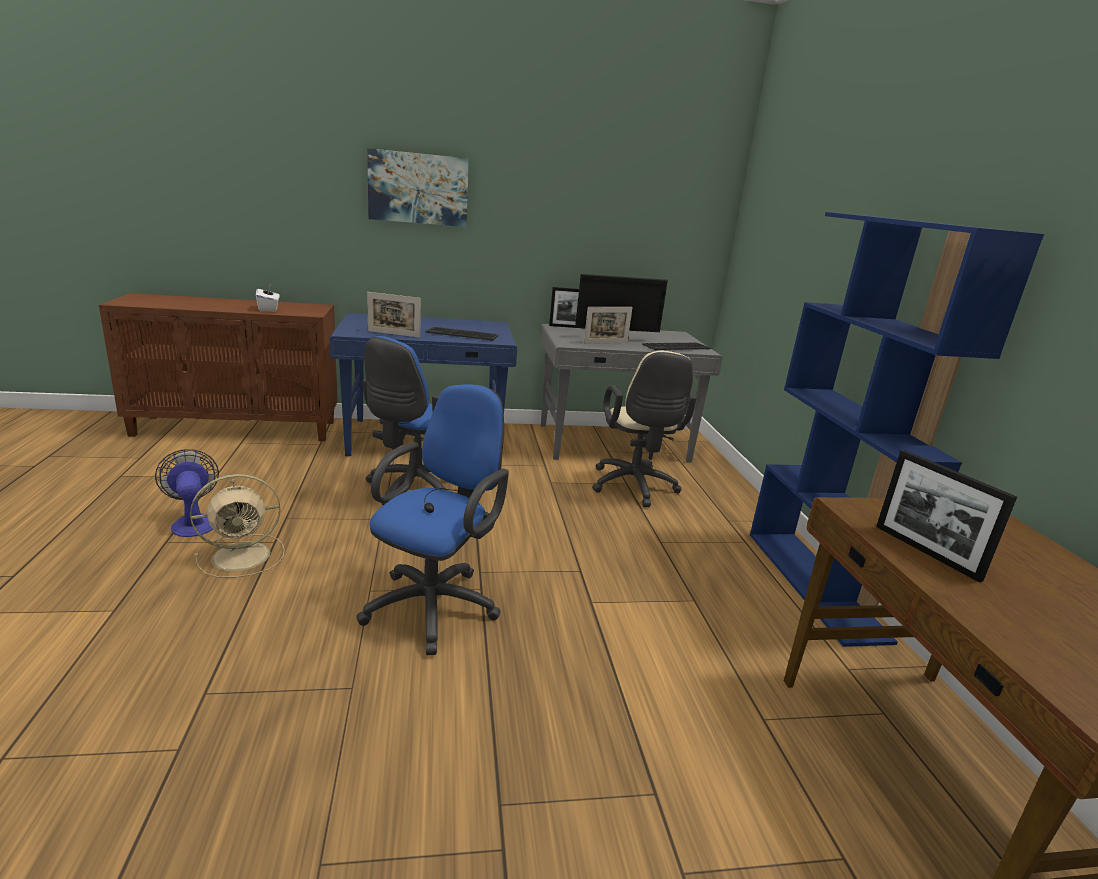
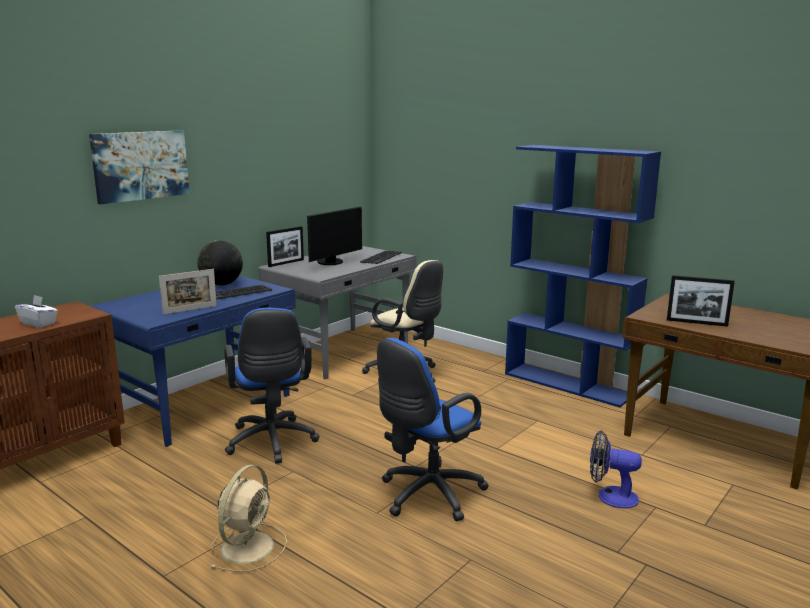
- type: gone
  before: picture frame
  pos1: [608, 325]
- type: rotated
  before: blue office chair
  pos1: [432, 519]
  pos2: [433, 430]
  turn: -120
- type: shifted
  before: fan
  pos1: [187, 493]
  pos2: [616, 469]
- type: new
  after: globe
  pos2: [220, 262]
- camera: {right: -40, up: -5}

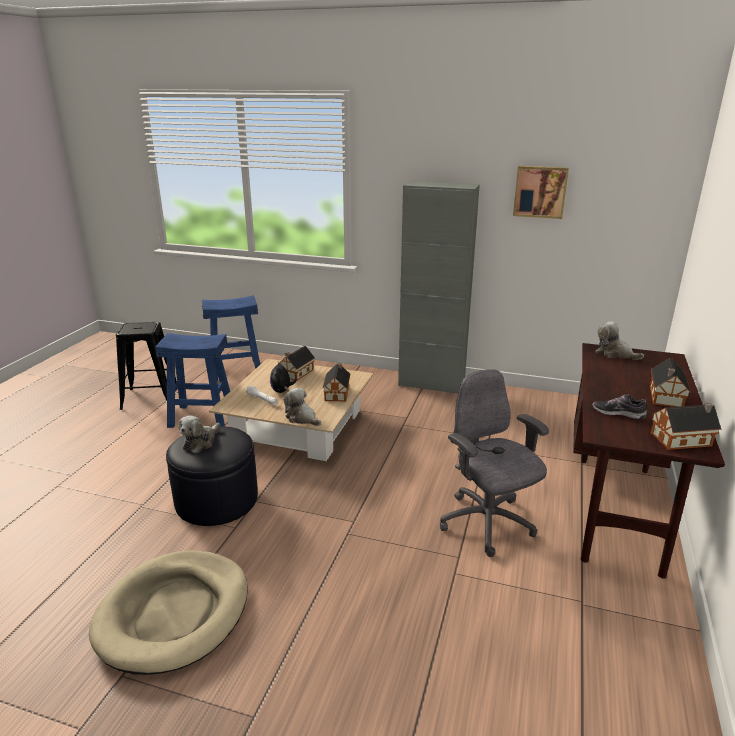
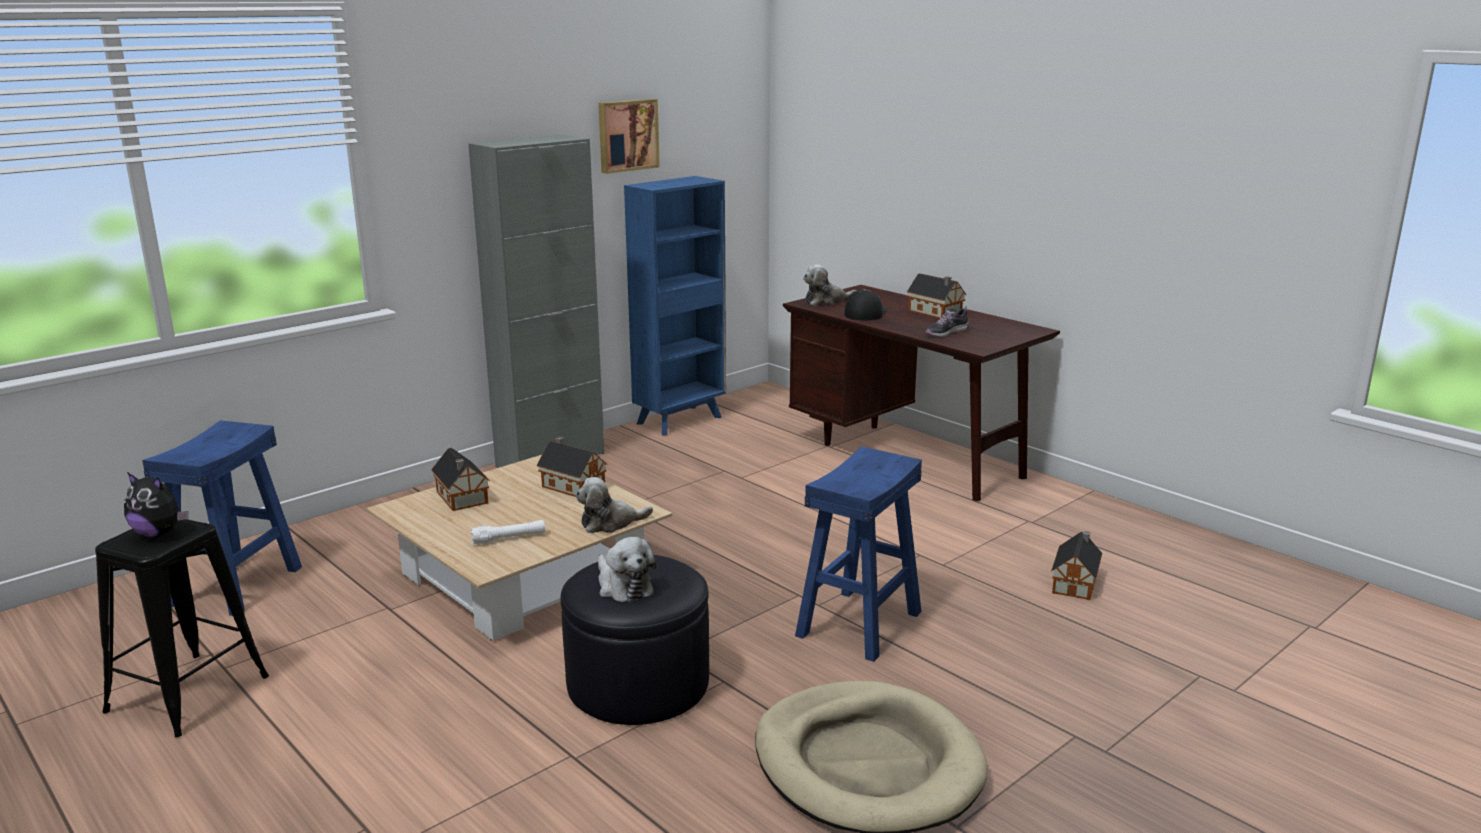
- type: shifted
  before: blue stool
  pos1: [192, 380]
  pos2: [858, 554]
- type: shifted
  before: plush toy
  pos1: [283, 377]
  pos2: [156, 504]
- type: gone
  before: grey office chair
  pos1: [494, 463]
- type: shifted
  before: toy house
  pos1: [686, 426]
  pos2: [1076, 565]
- type: new
  after: blue bookcase
  pos2: [675, 305]
- type: new
  after: cap
  pos2: [865, 305]
- camera: {right: -60, up: -5}

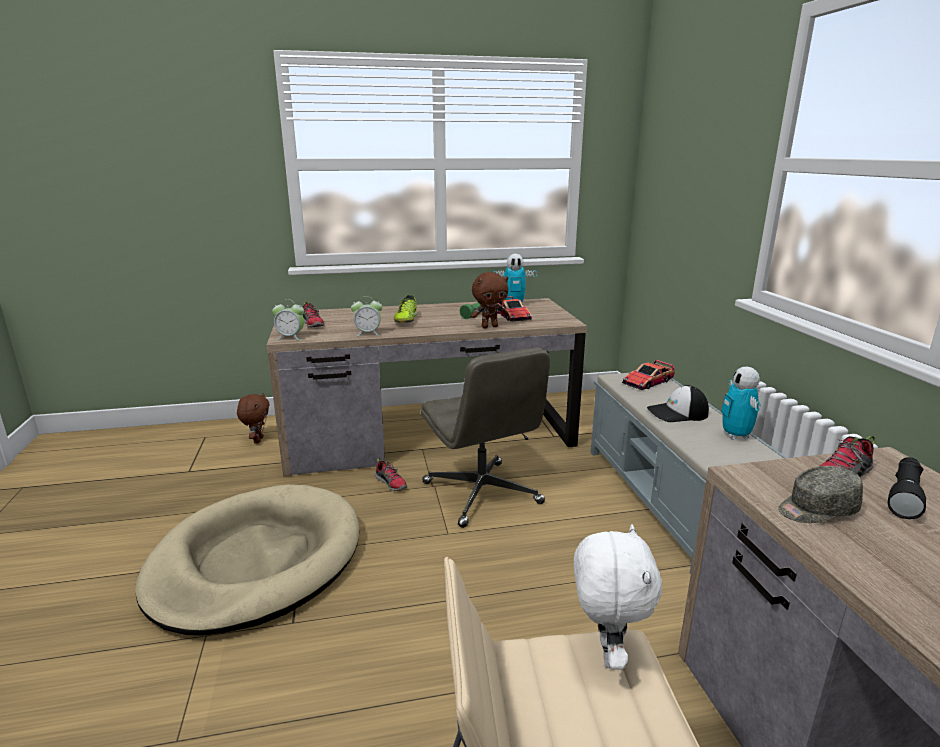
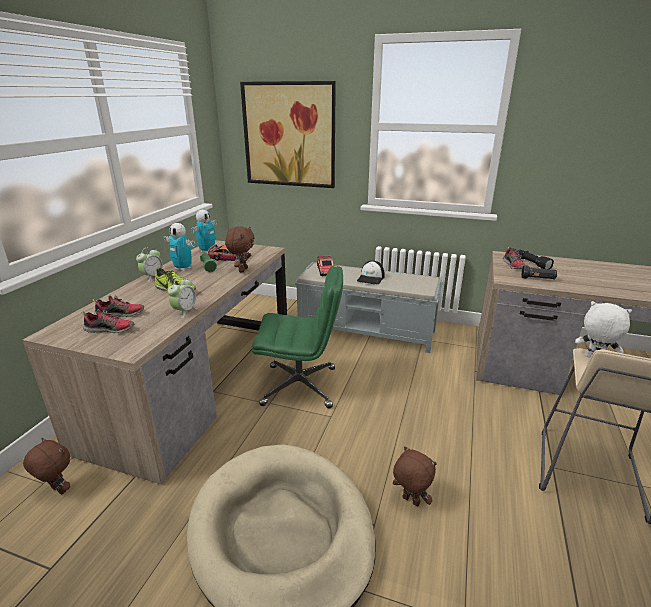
- type: shifted
  before: alarm clock
  pos1: [288, 319]
  pos2: [149, 264]
- type: repainted
  before: grey office chair
  after: green office chair
  pos1: [485, 437]
  pos2: [297, 337]
- type: shifted
  before: toy robot
  pos1: [741, 403]
  pos2: [179, 247]
- type: shifted
  before: shoe
  pos1: [391, 474]
  pos2: [118, 306]
- type: swapped
  before: grey cap
  after: black flashlight
  pos1: [820, 494]
  pos2: [539, 272]
- type: new
  after: picture
  pos2: [288, 134]
- type: new
  after: brown plush toy
  pos2: [415, 476]
- camera: {right: -60, up: 5}

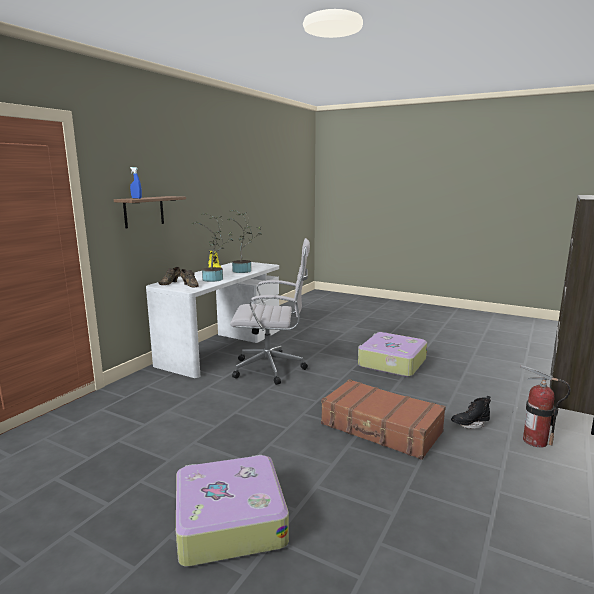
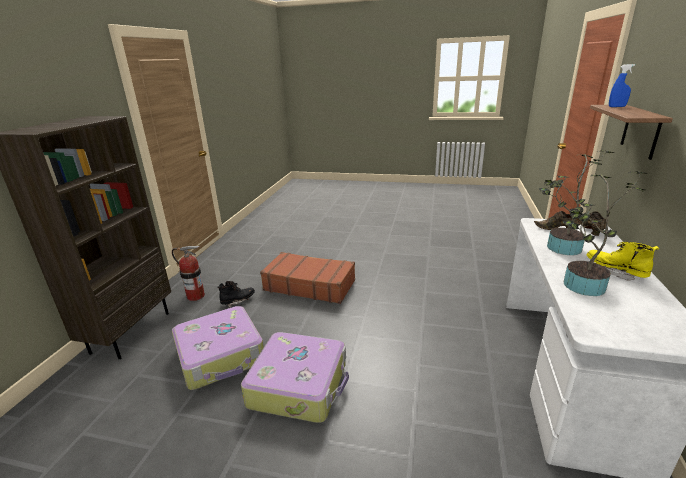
- type: gone
  before: white office chair
  pos1: [270, 311]
- type: shifted
  before: suitcase
  pos1: [232, 511]
  pos2: [218, 348]
- camera: {right: 165, up: 10}

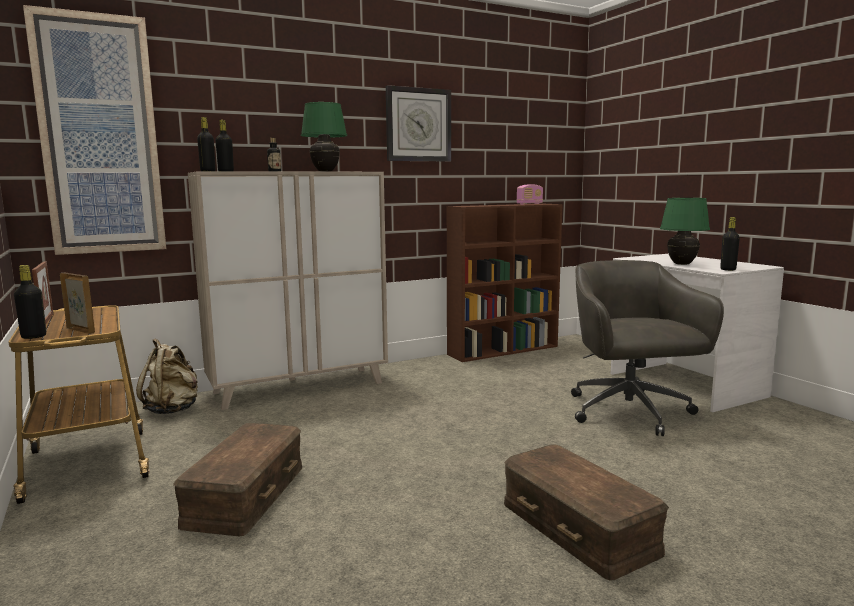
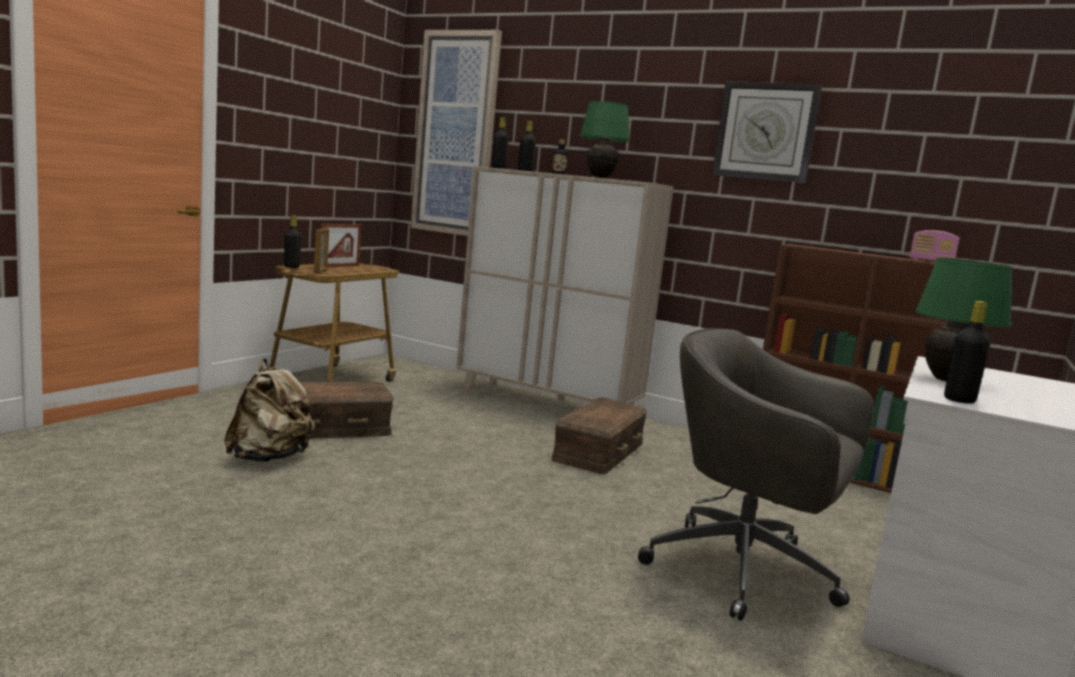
- type: rotated
  before: grey office chair
  pos1: [647, 348]
  pos2: [755, 474]
  turn: -105
- type: shifted
  before: beige backpack
  pos1: [167, 376]
  pos2: [269, 410]
- type: shifted
  before: brown storage box
  pos1: [586, 512]
  pos2: [599, 435]
- camera: {right: 55, up: 0}

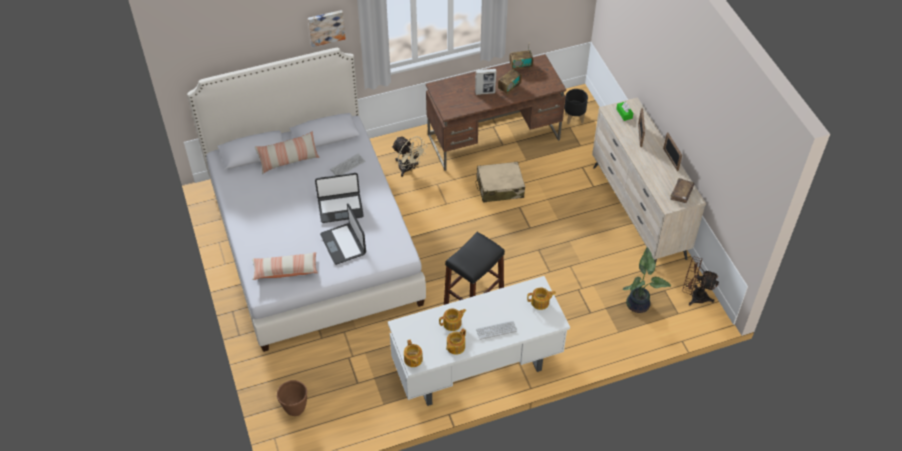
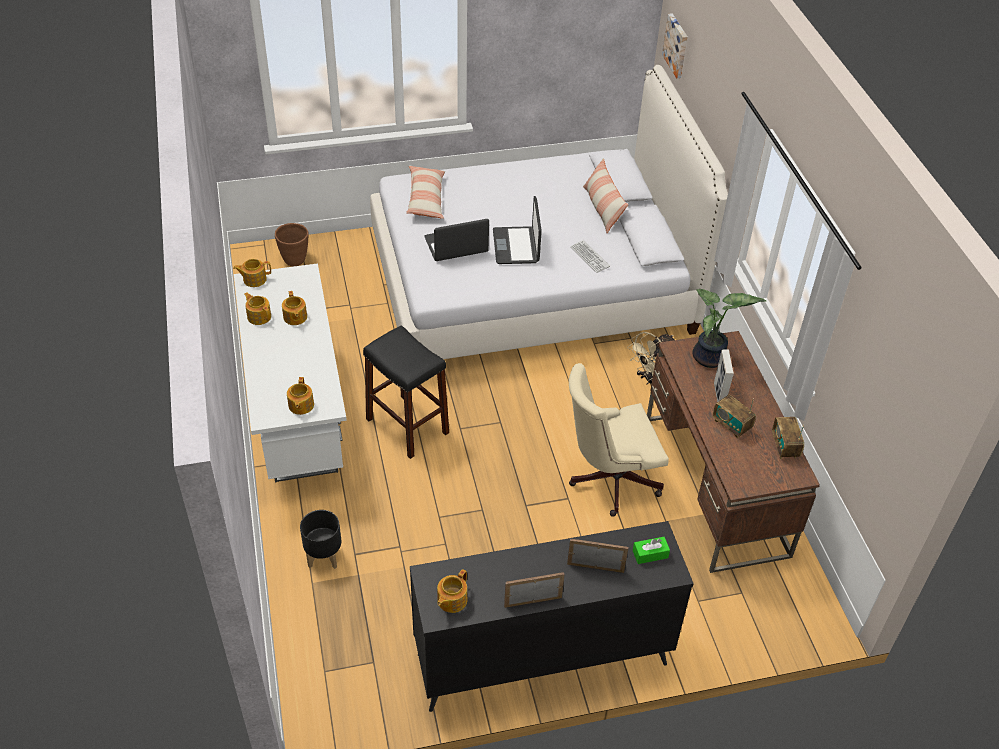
- type: shifted
  before: picture
  pos1: [327, 28]
  pos2: [675, 45]
- type: shifted
  before: black planter
  pos1: [576, 107]
  pos2: [320, 539]
- type: repainted
  before: beige dresser
  after: black dresser
  pos1: [649, 180]
  pos2: [552, 616]
- type: swapped
  before: beige suitcase
  after: beige office chair
  pos1: [500, 182]
  pos2: [619, 440]
- type: swapped
  before: brown book
  after: teapot
  pos1: [682, 190]
  pos2: [452, 591]
- type: shifted
  before: potted plant
  pos1: [647, 280]
  pos2: [729, 328]
- type: gone
  before: brown fan
  pos1: [700, 281]
- type: gone
  before: keyboard
  pos1: [496, 330]
- camera: {right: 95, up: -5}

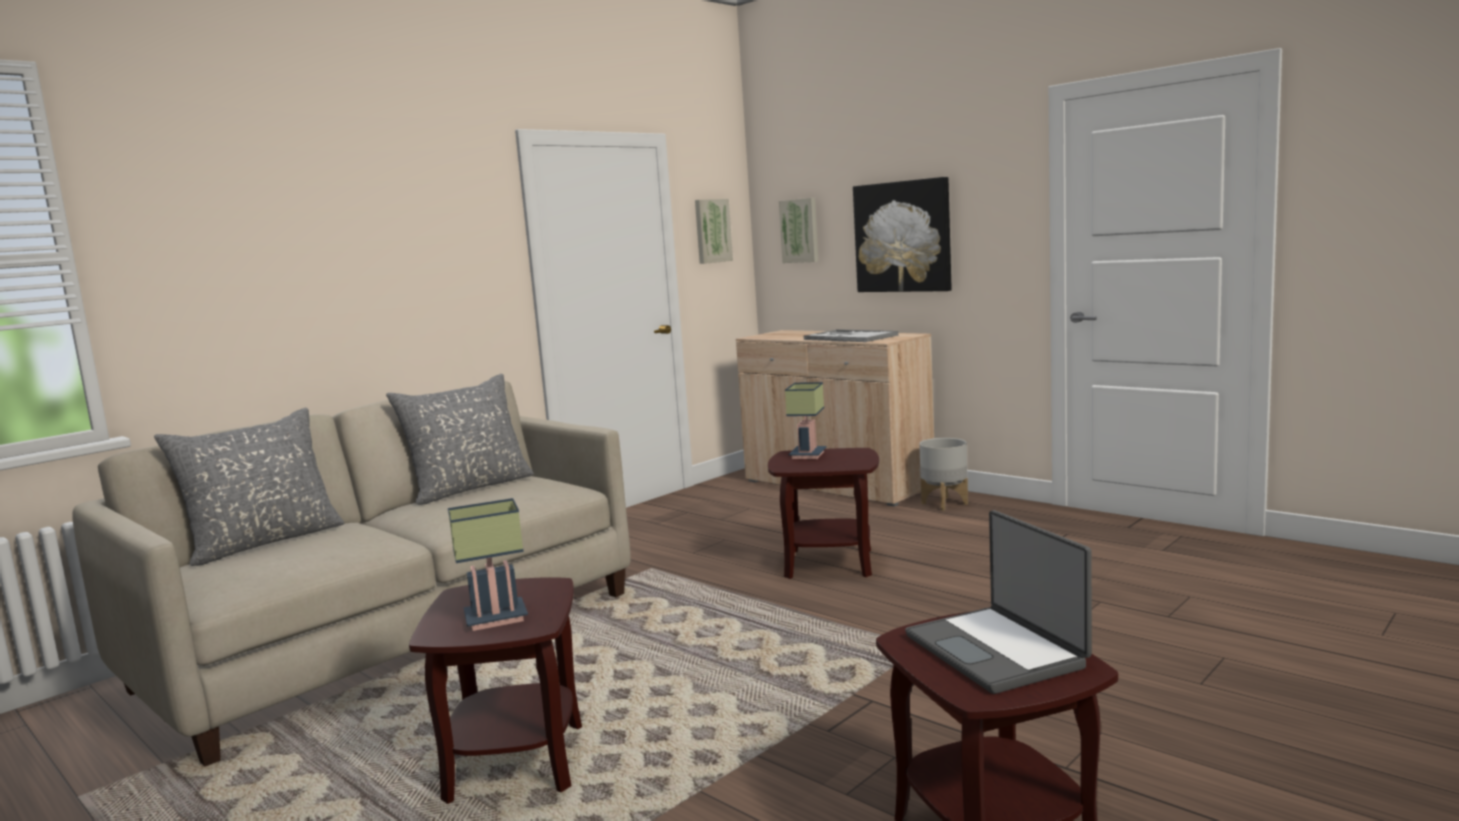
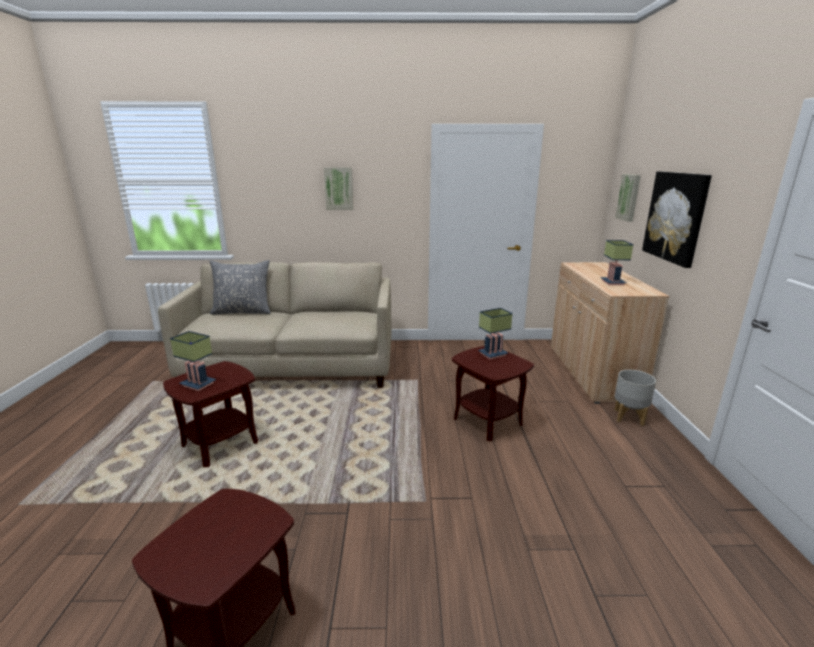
- type: shifted
  before: picture
  pos1: [714, 231]
  pos2: [339, 188]
- type: swapped
  before: tray
  after: table lamp
  pos1: [850, 335]
  pos2: [617, 262]
- type: gone
  before: grey pillow
  pos1: [460, 439]
- type: gone
  before: laptop
  pos1: [998, 602]
- camera: {right: 45, up: 10}

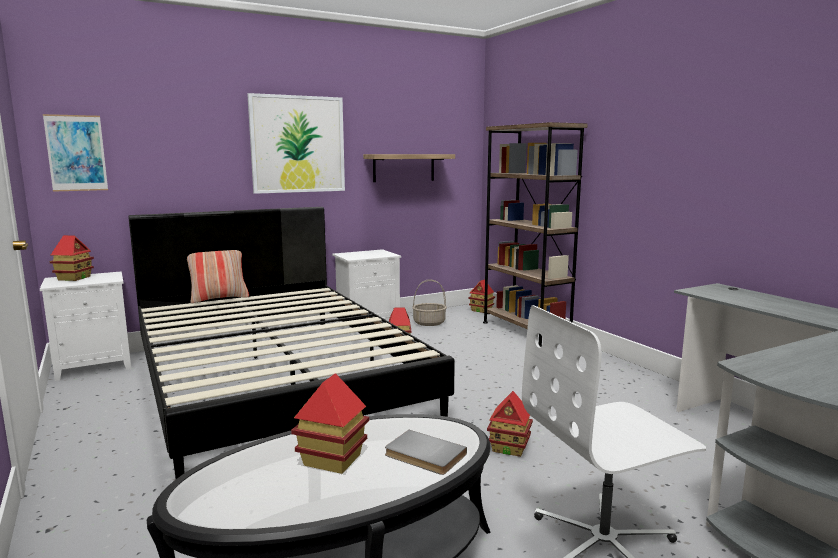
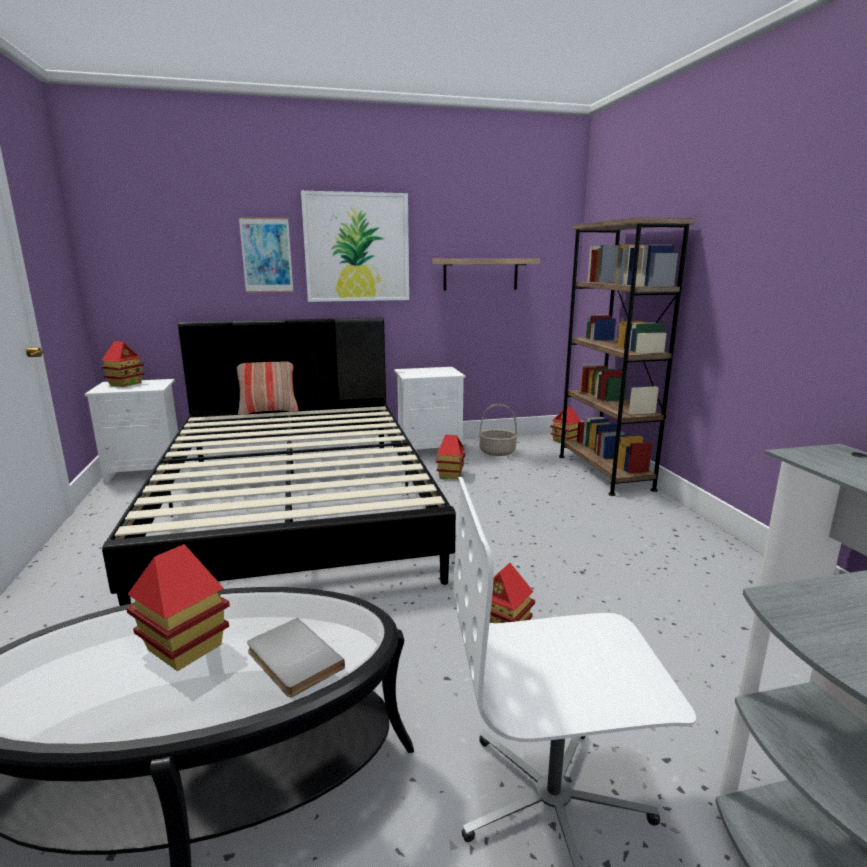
- type: shifted
  before: picture
  pos1: [75, 153]
  pos2: [266, 254]
- camera: {right: 15, up: 5}

